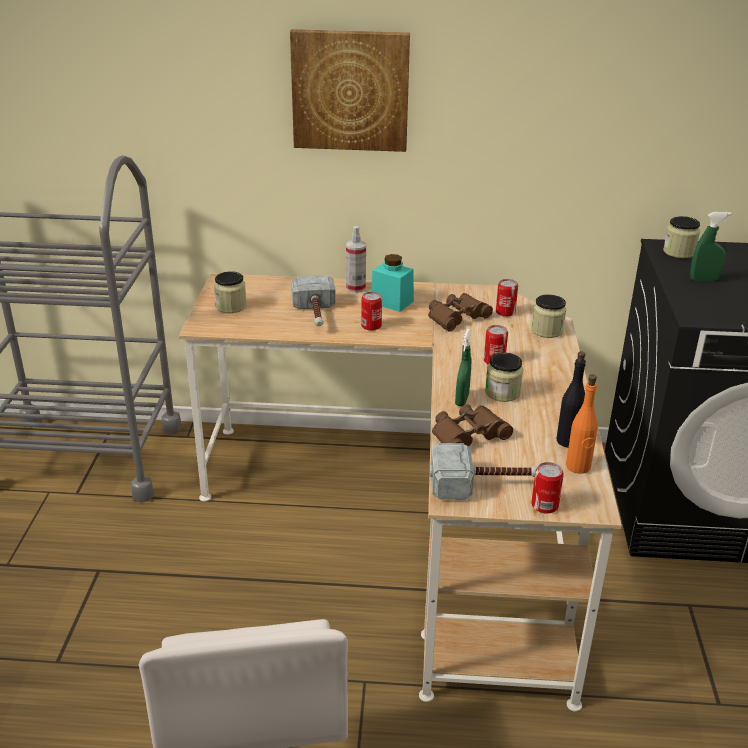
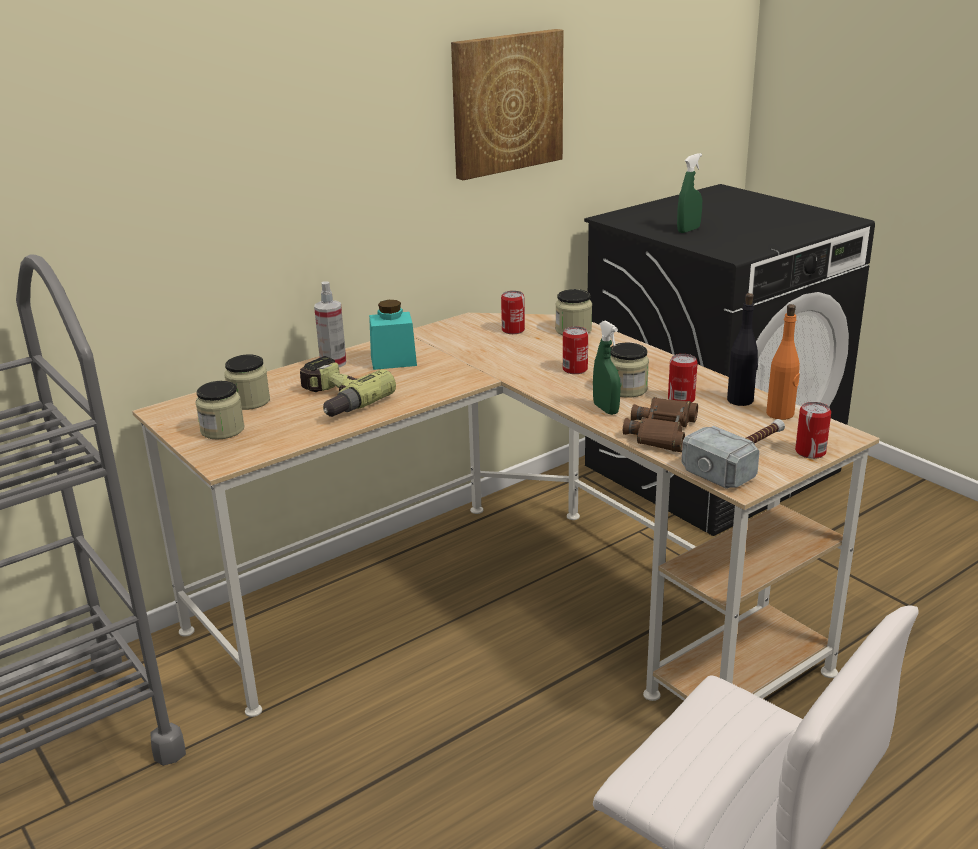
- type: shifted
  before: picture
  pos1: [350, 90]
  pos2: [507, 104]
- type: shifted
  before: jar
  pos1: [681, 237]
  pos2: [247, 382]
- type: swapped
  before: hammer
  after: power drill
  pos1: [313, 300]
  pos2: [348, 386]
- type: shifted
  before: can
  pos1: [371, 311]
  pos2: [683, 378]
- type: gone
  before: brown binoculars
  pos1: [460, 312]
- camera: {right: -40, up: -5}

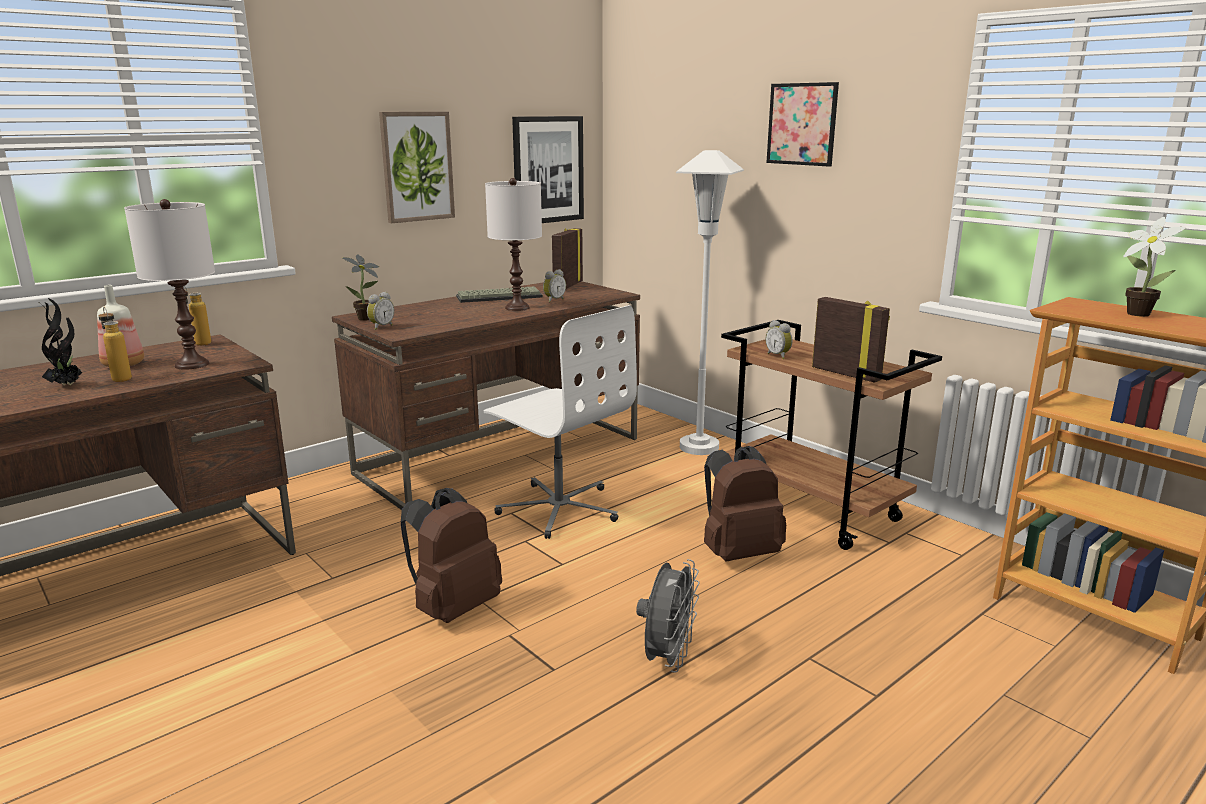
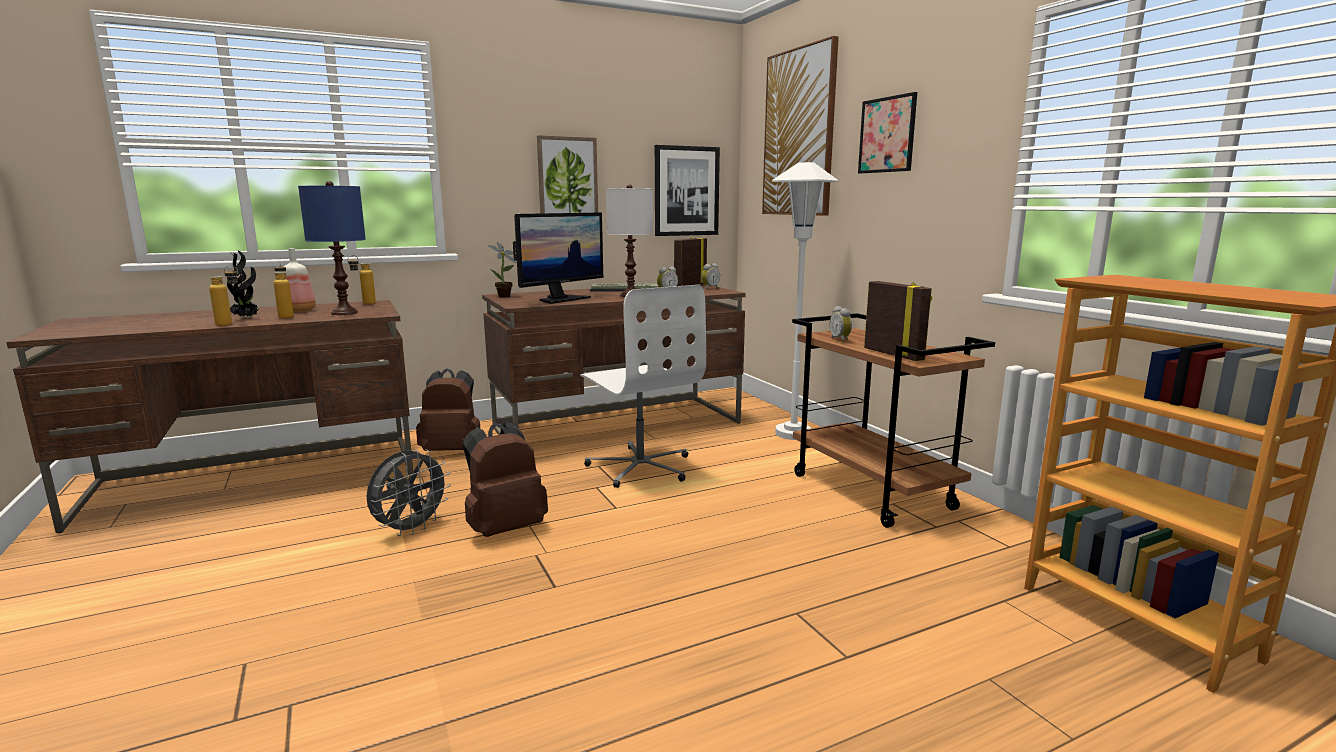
- type: repainted
  before: white table lamp
  after: blue table lamp
  pos1: [169, 284]
  pos2: [332, 248]
- type: gone
  before: potted plant
  pos1: [1154, 267]
- type: shifted
  before: alarm clock
  pos1: [380, 311]
  pos2: [710, 276]
- type: shifted
  before: brown backpack
  pos1: [745, 504]
  pos2: [448, 409]
- type: shifted
  before: grey fan
  pos1: [667, 616]
  pos2: [409, 492]
- type: new
  after: picture
  pos2: [800, 126]
- type: new
  after: monitor
  pos2: [558, 258]
- type: new
  after: bottle
  pos2: [223, 295]
- camera: {right: 15, up: -5}

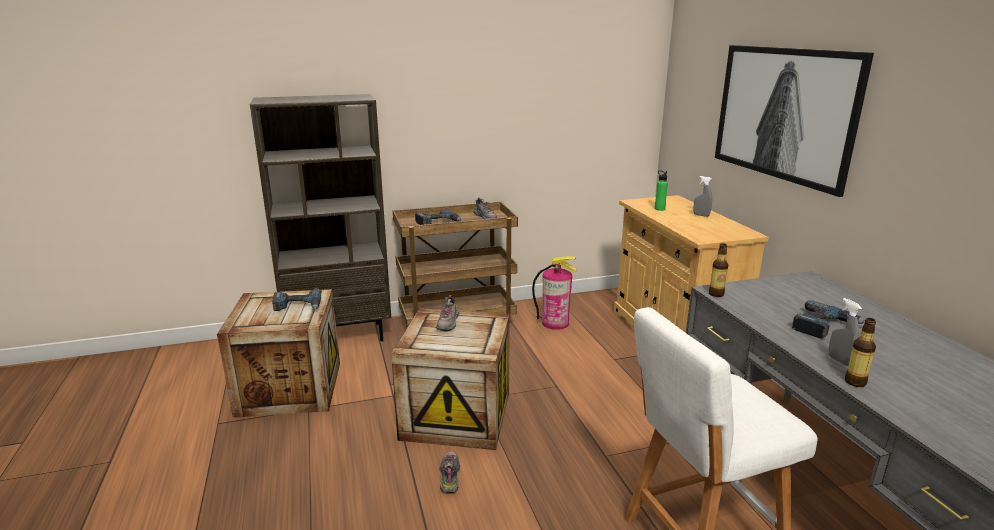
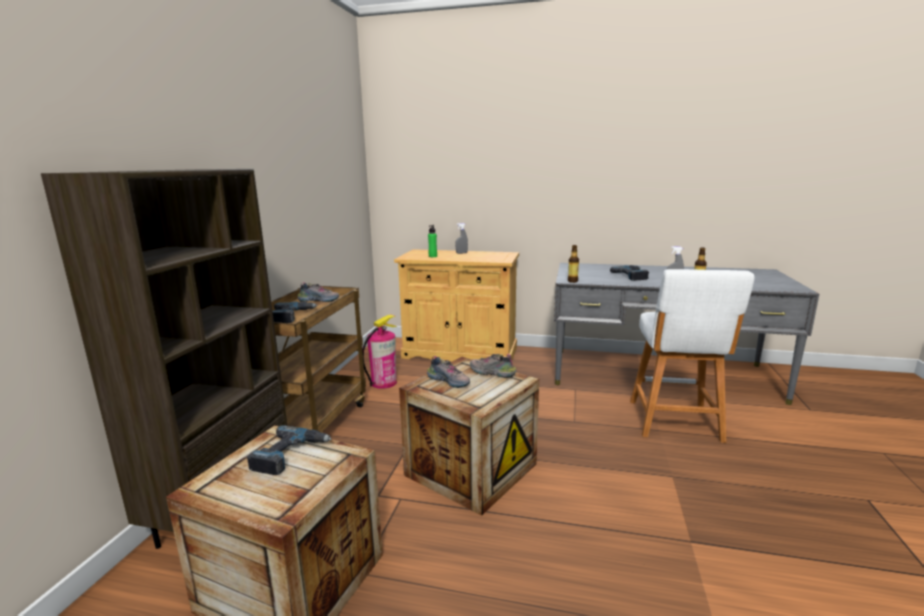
- type: gone
  before: picture
  pos1: [794, 121]
- type: shifted
  before: shoe
  pos1: [449, 472]
  pos2: [493, 366]
- camera: {right: -60, up: -5}

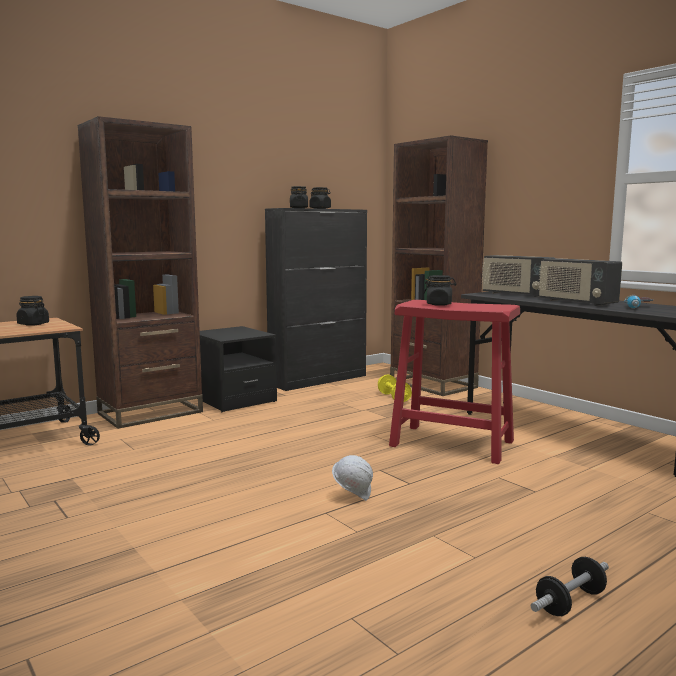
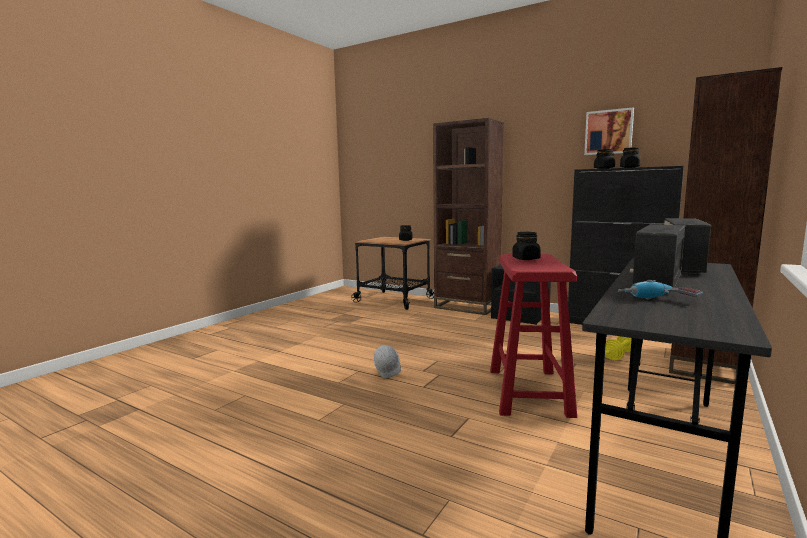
- type: gone
  before: dumbbell
  pos1: [570, 586]
- type: new
  after: picture
  pos2: [609, 131]
- camera: {right: 70, up: 0}

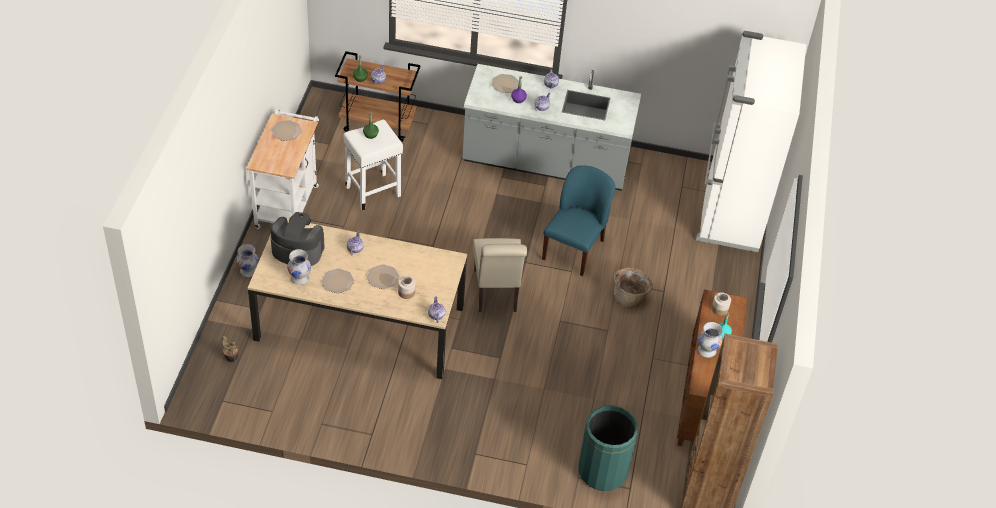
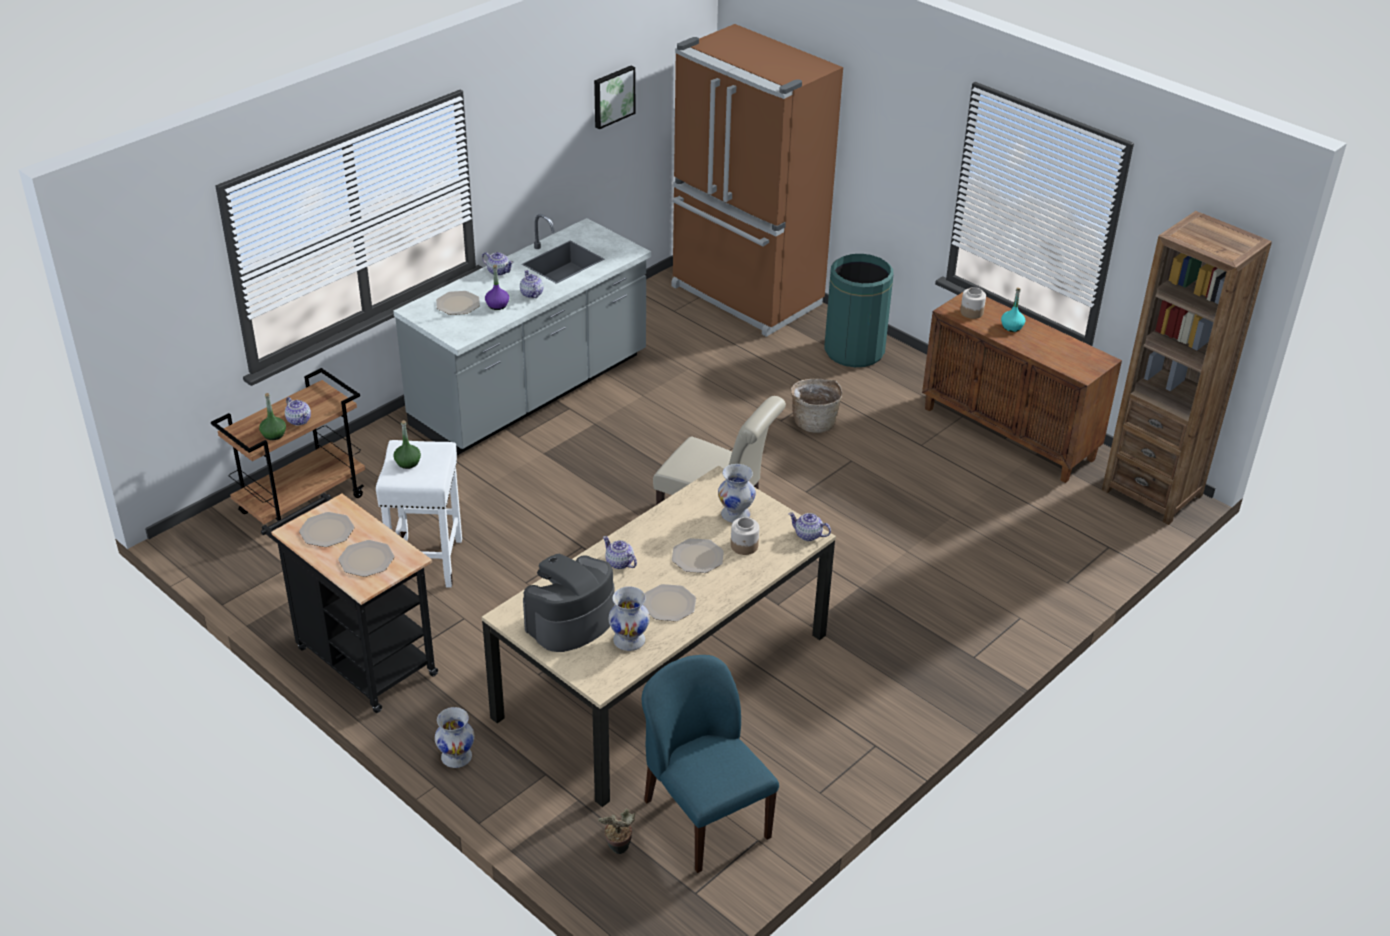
- type: repainted
  before: white fridge
  after: brown fridge
  pos1: [751, 141]
  pos2: [757, 180]
- type: repainted
  before: white cart
  after: black cart
  pos1: [282, 169]
  pos2: [349, 603]
- type: shifted
  before: blue chair
  pos1: [579, 220]
  pos2: [710, 764]
- type: shifted
  before: white vase
  pos1: [710, 340]
  pos2: [737, 493]
- type: shifted
  before: green trash can
  pos1: [608, 448]
  pos2: [859, 310]
- type: new
  after: picture
  pos2: [614, 97]
- type: new
  after: plate
  pos2: [366, 558]
- camera: {right: -55, up: -10}

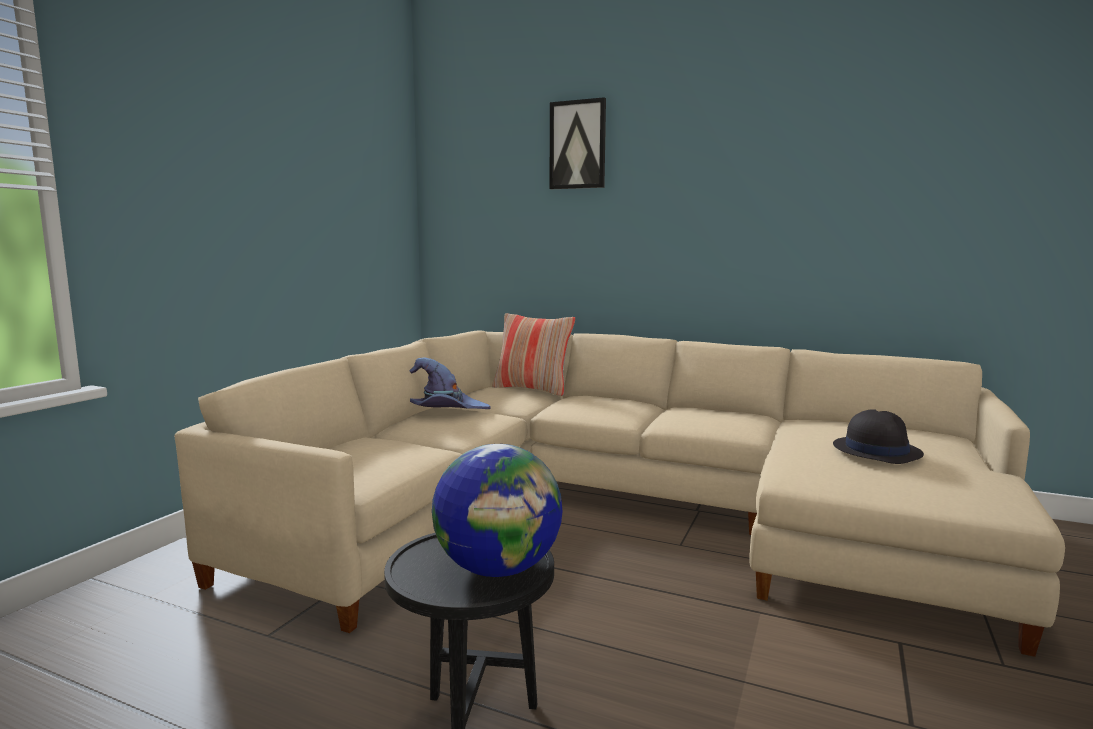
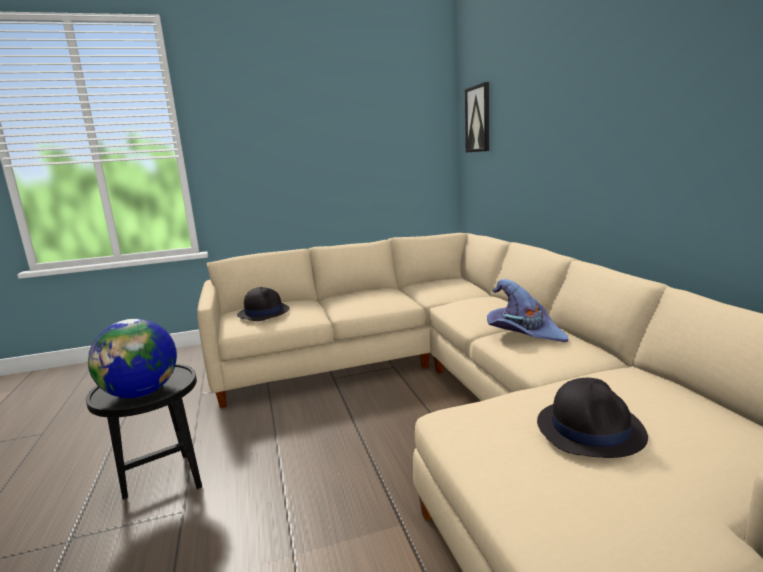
- type: shifted
  before: picture
  pos1: [577, 143]
  pos2: [477, 117]
- type: gone
  before: pillow
  pos1: [533, 354]
- type: shifted
  before: purple hat
  pos1: [450, 383]
  pos2: [527, 310]
- type: new
  after: black hat
  pos2: [263, 304]
- camera: {right: 50, up: 5}

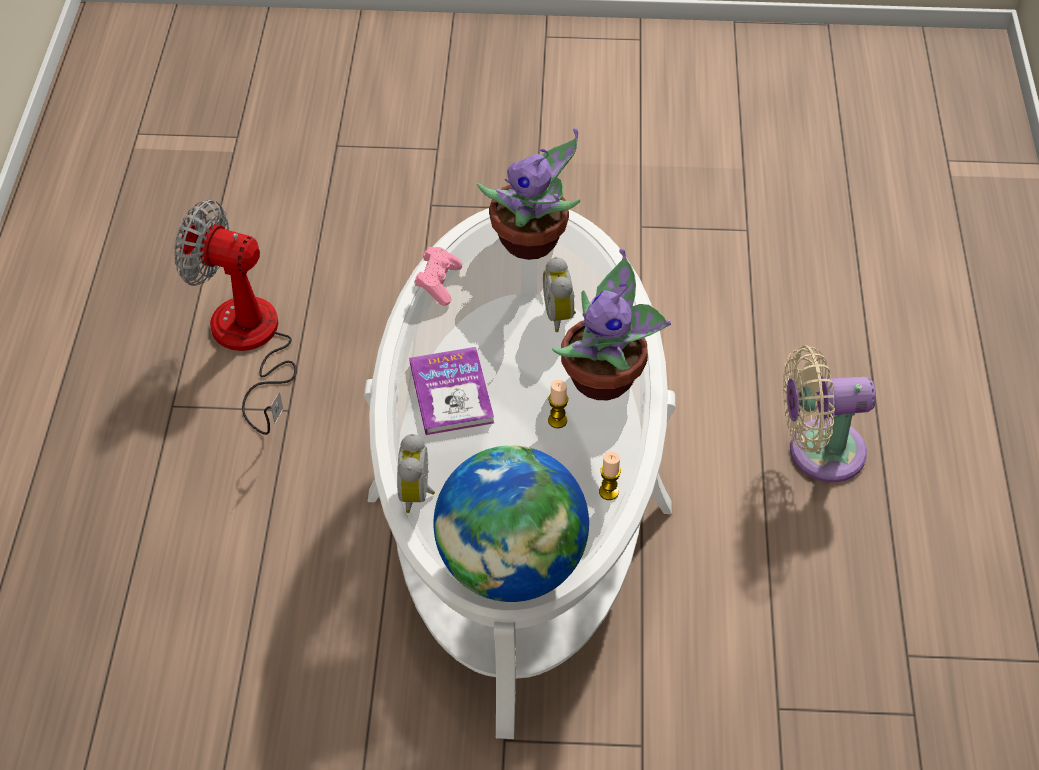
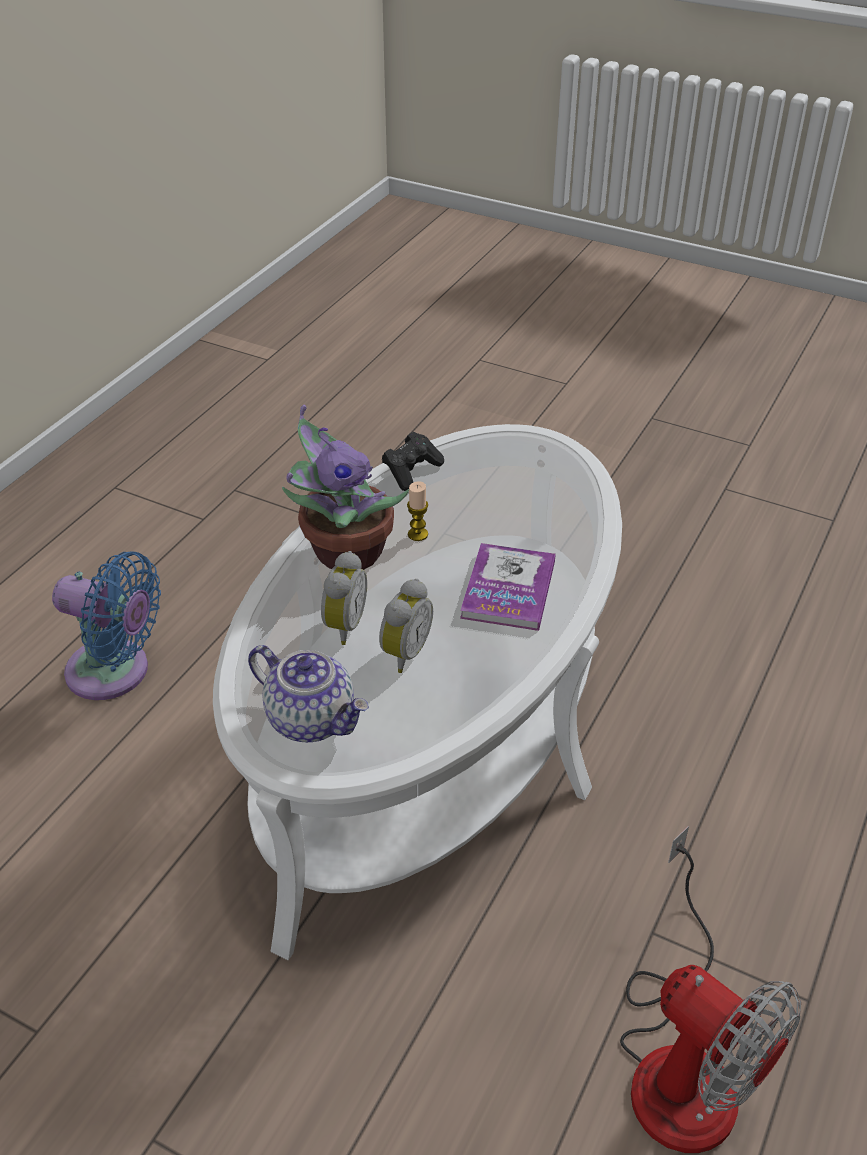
- type: swapped
  before: potted plant
  after: teapot
  pos1: [529, 194]
  pos2: [308, 693]
- type: gone
  before: pink game controller
  pos1: [438, 276]
- type: repainted
  before: beige fan
  after: blue fan
  pos1: [829, 413]
  pos2: [106, 625]
- type: shifted
  before: alarm clock
  pos1: [416, 473]
  pos2: [406, 626]
- type: gone
  before: globe
  pos1: [511, 523]
- type: swapped
  before: candle
  after: black game controller
  pos1: [610, 476]
  pos2: [413, 461]
- camera: {right: -155, up: -10}

